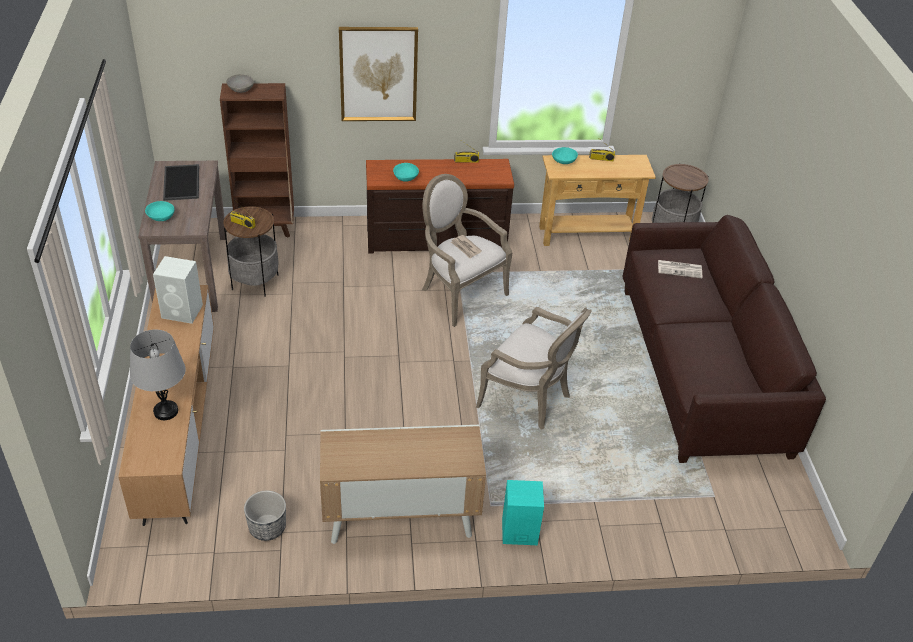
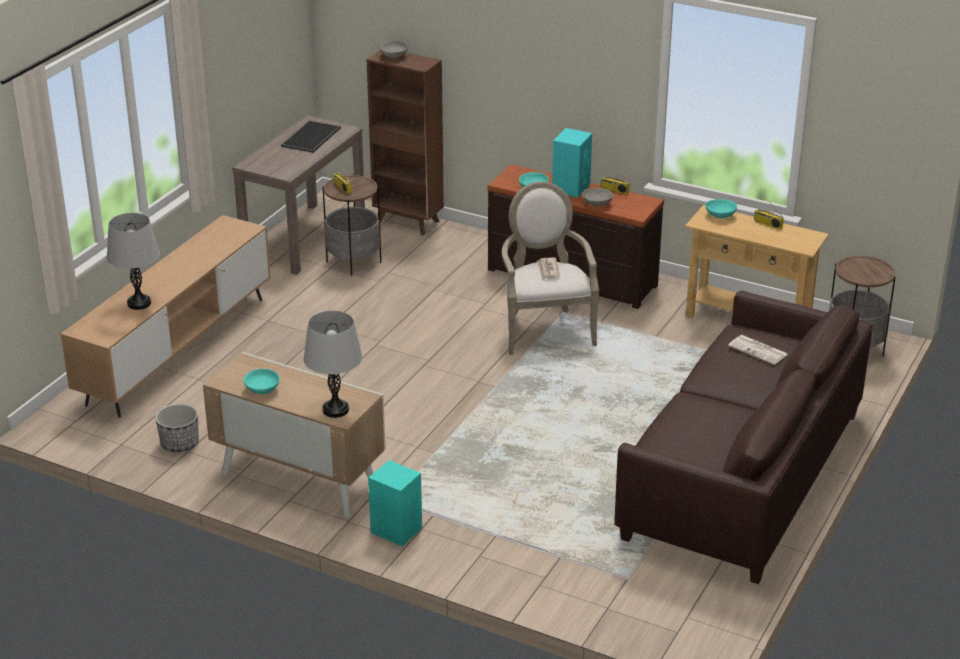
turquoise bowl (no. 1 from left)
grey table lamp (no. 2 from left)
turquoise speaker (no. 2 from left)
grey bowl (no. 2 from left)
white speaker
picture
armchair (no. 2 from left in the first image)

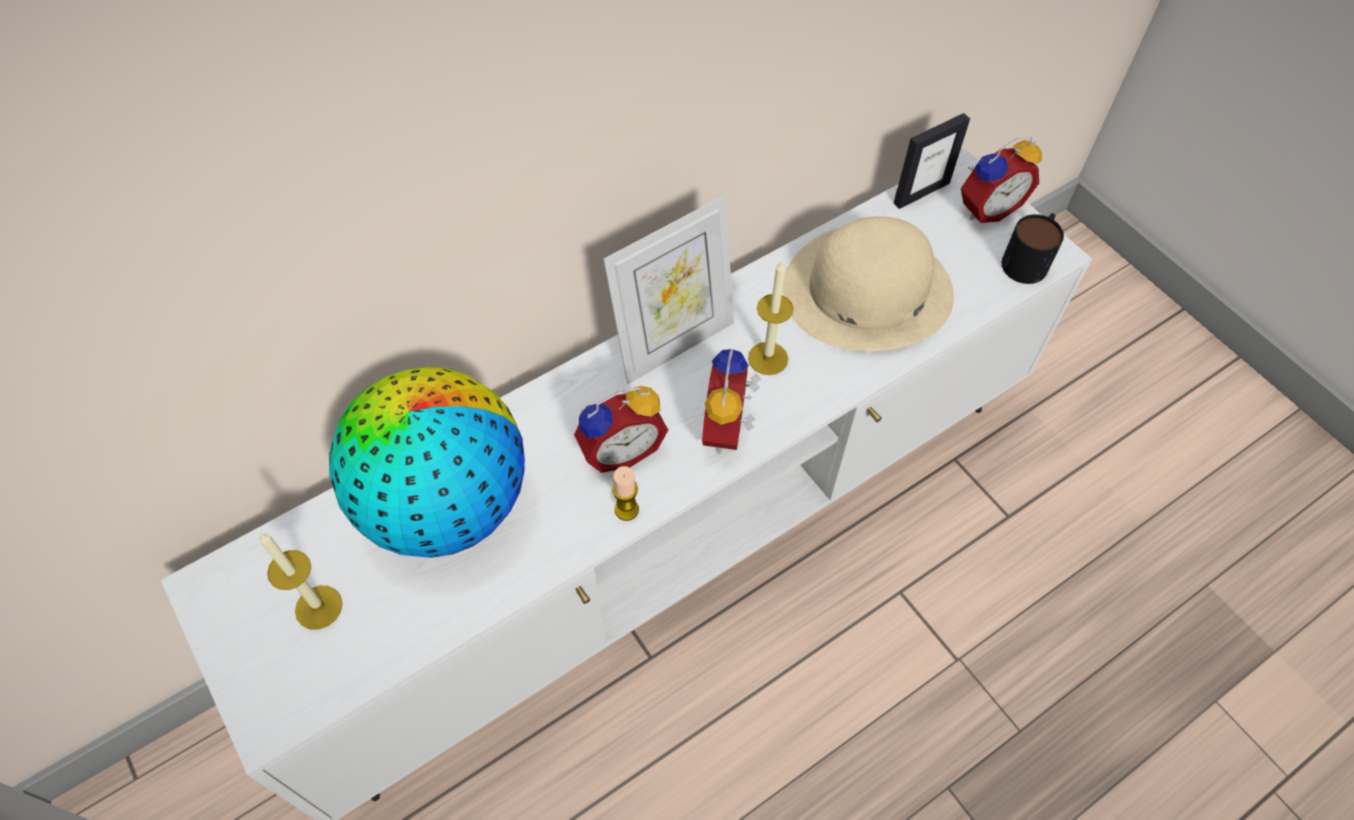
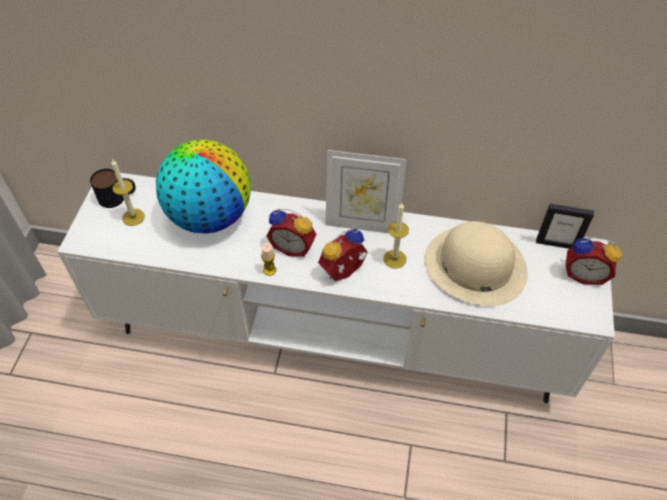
mug

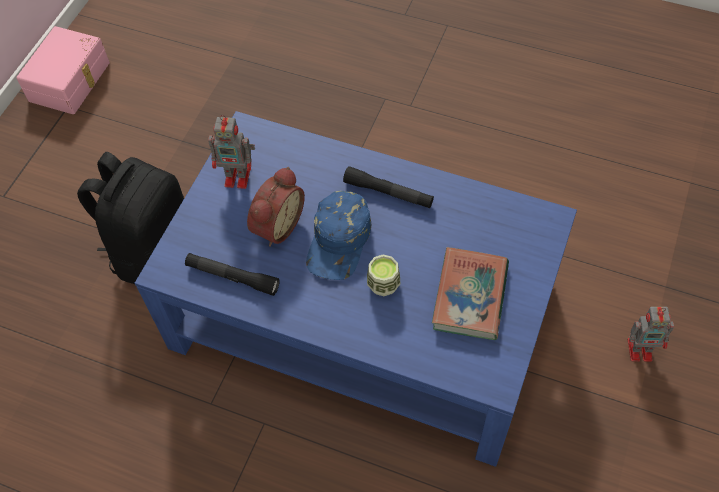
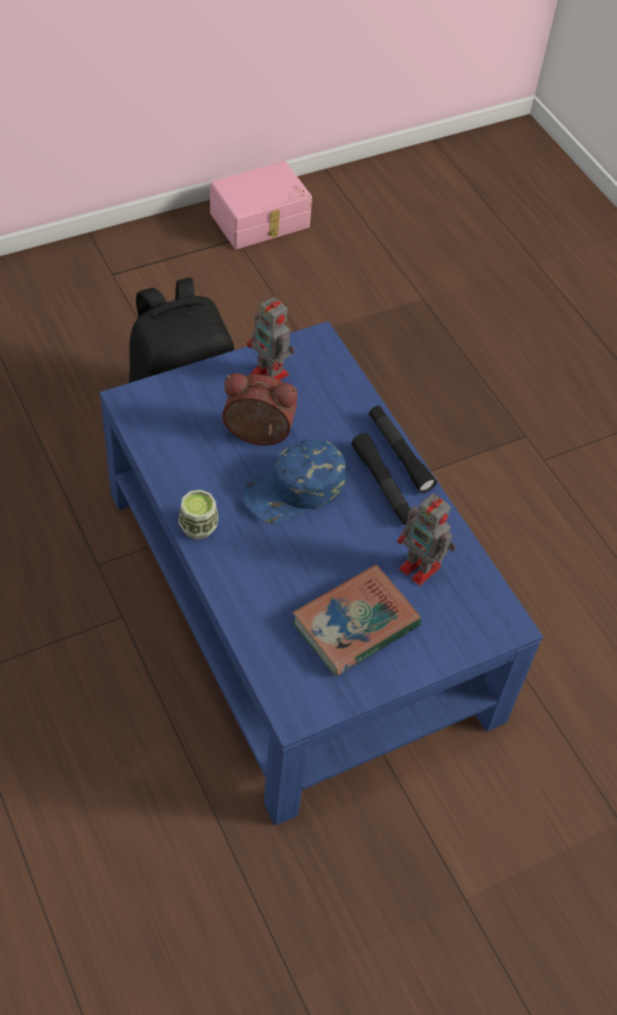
cup
alarm clock
black flashlight (no. 2 from left)
toy robot (no. 2 from left)

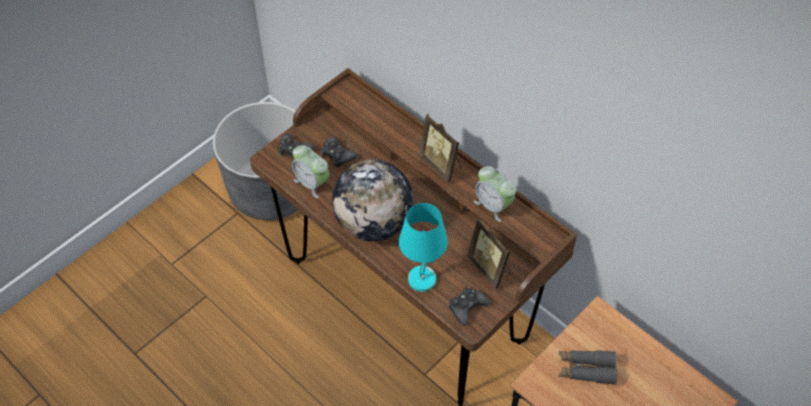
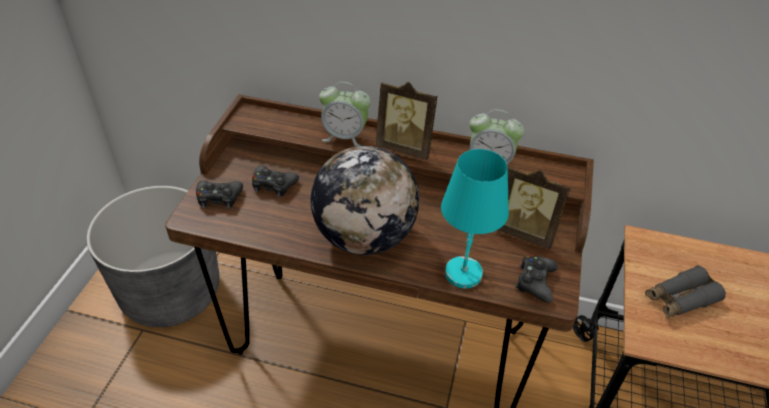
alarm clock (no. 1 from left)

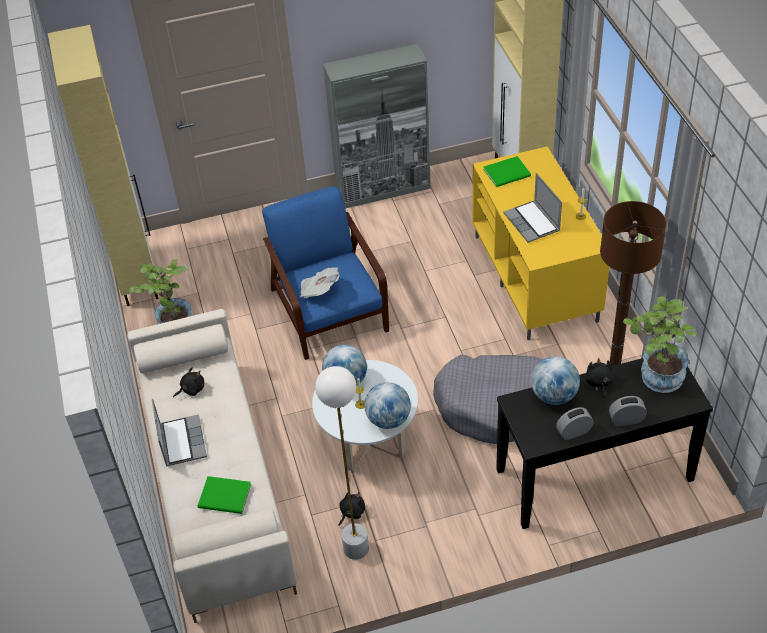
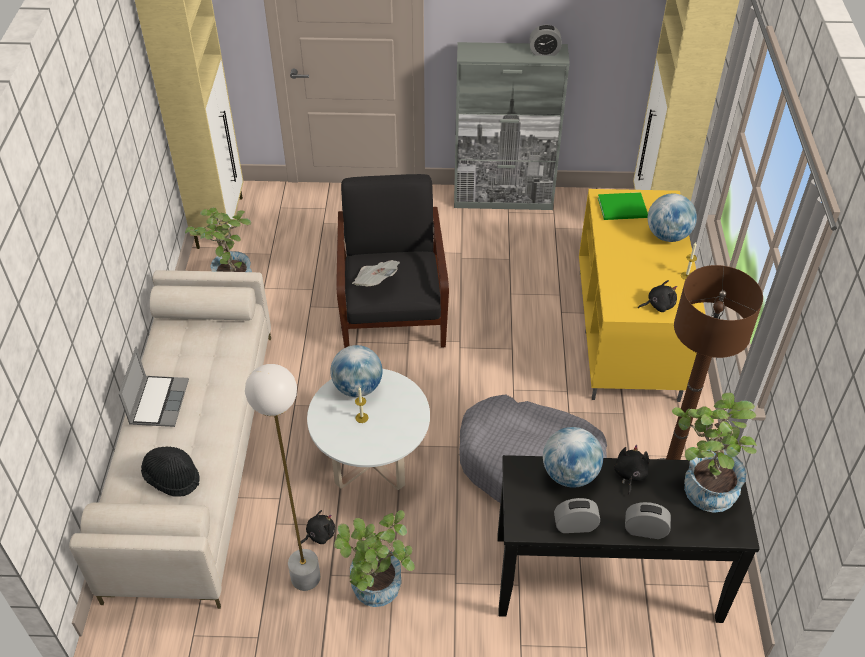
black hat
potted plant (no. 2 from left)
black armchair
alarm clock (no. 1 from left)
black plush toy (no. 3 from left)
globe (no. 3 from left)
laptop (no. 2 from left in the first image)

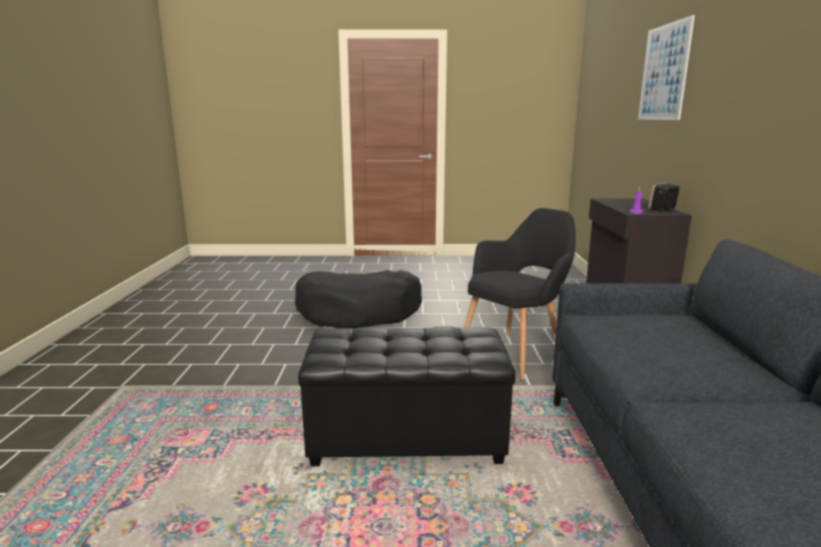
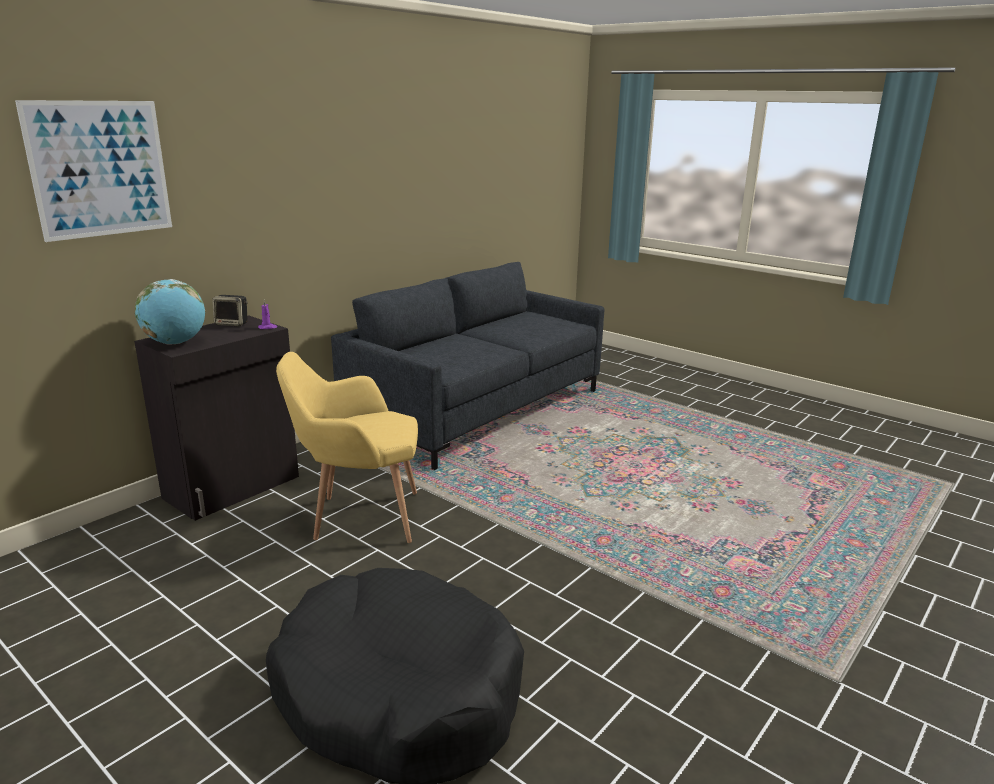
globe
yellow armchair
black ottoman

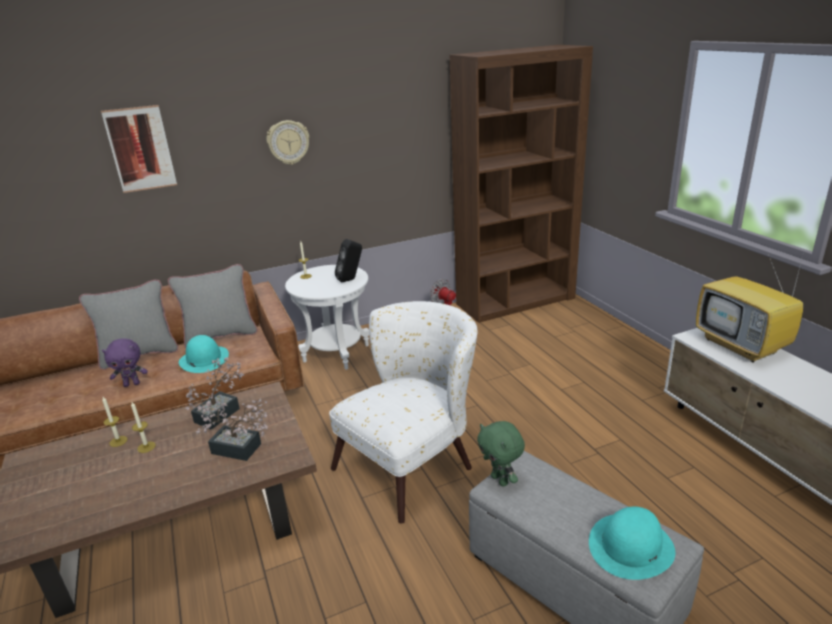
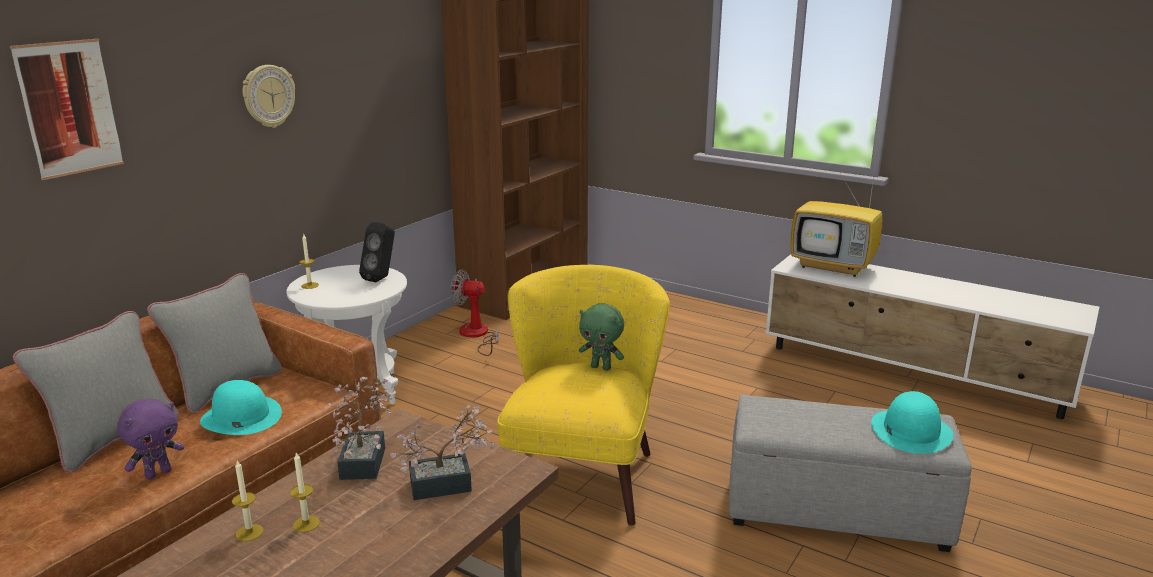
yellow armchair
green plush toy

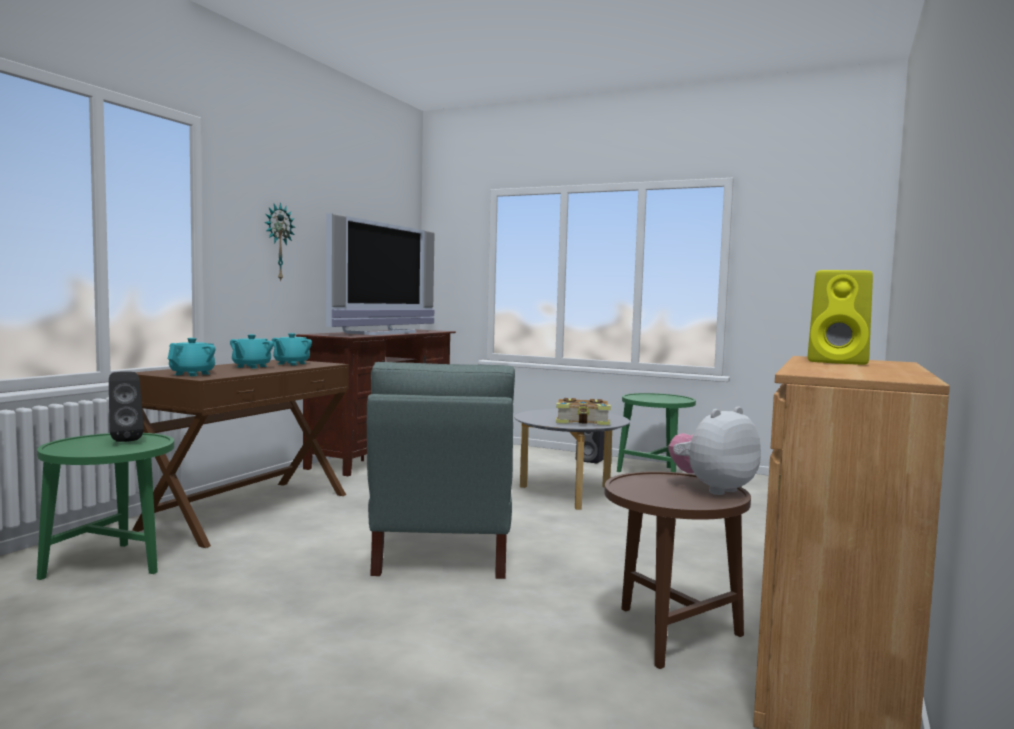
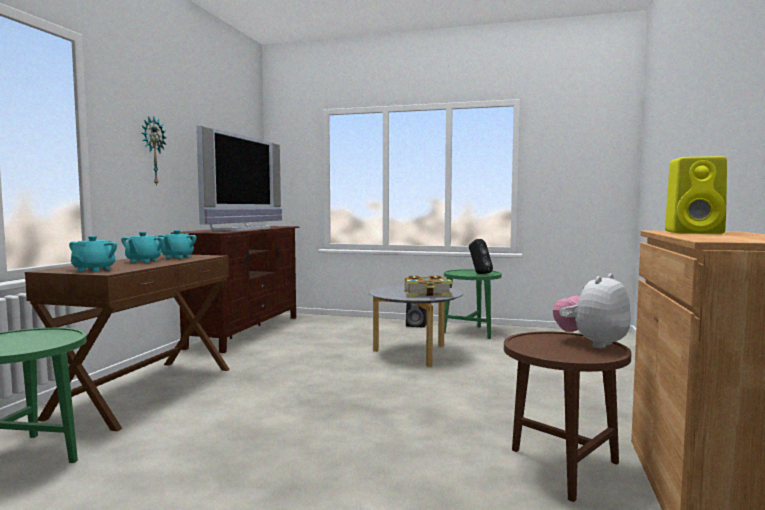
black speaker (no. 2 from left)
grey armchair

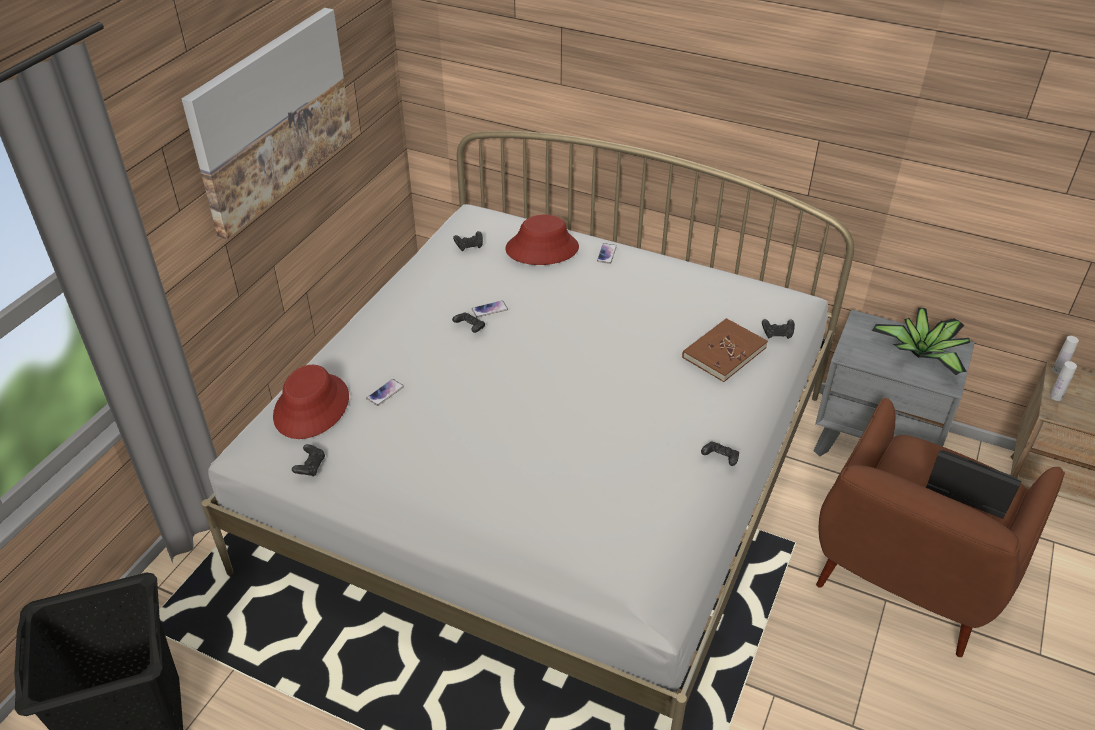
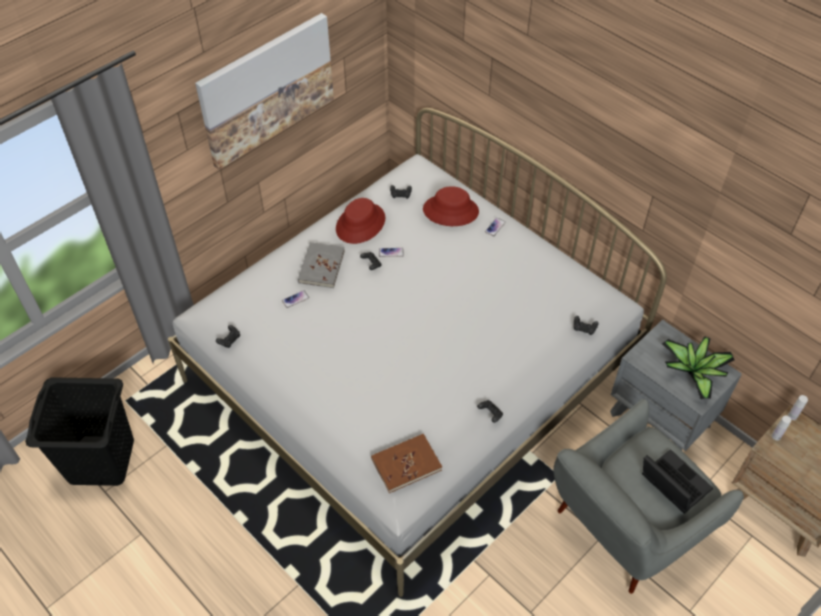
grey book
red hat (no. 1 from left)
brown book
grey armchair

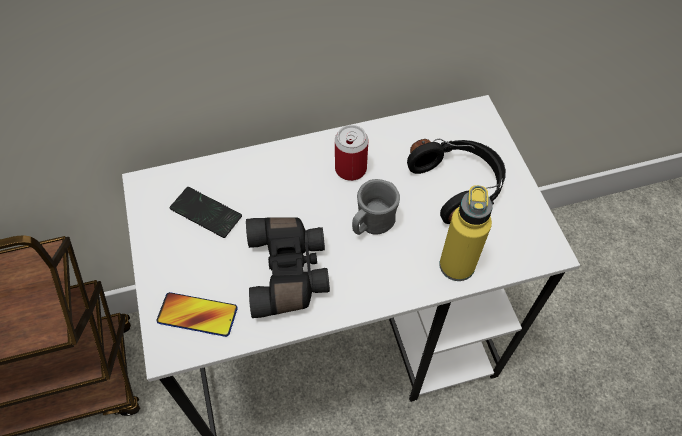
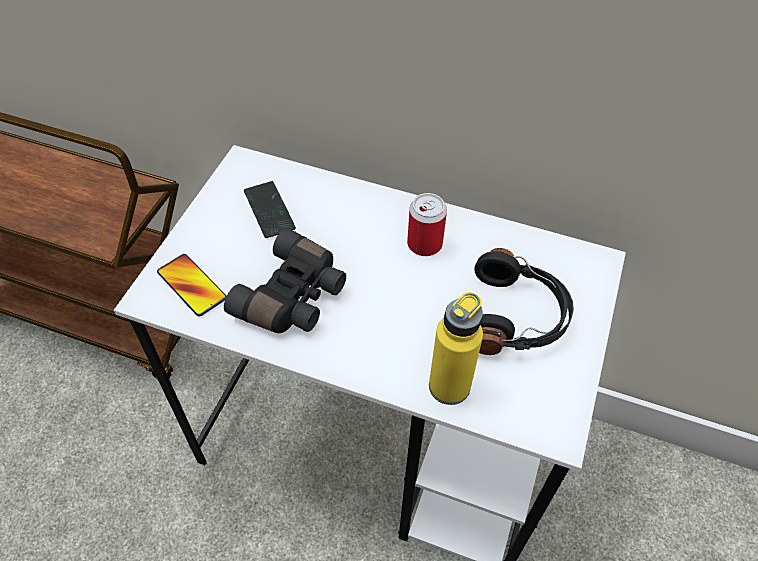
grey mug

